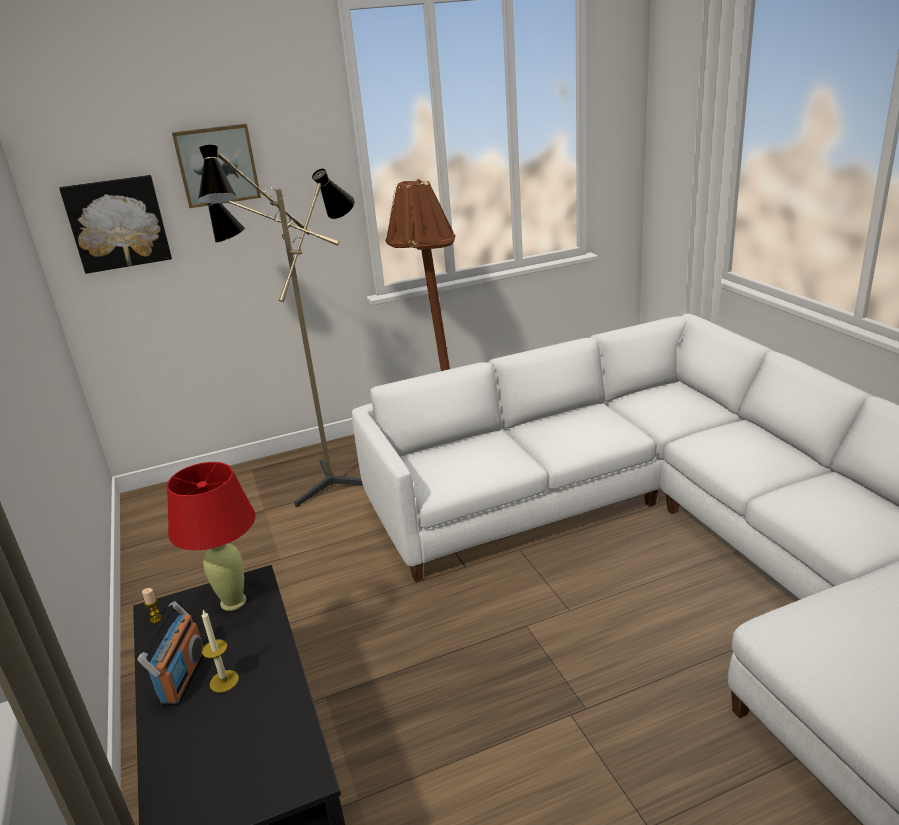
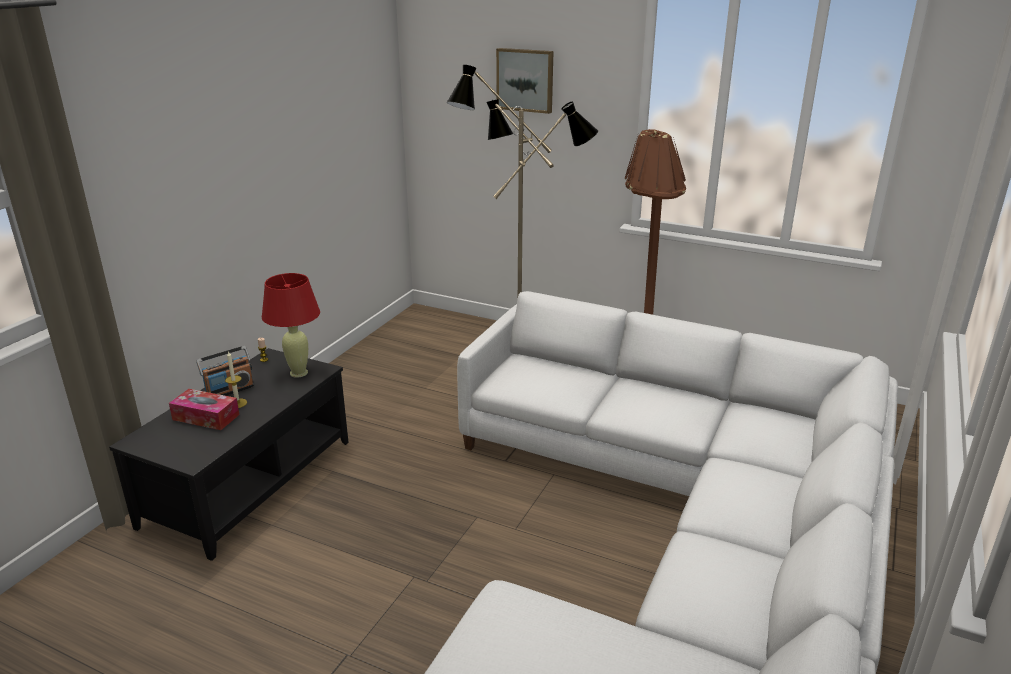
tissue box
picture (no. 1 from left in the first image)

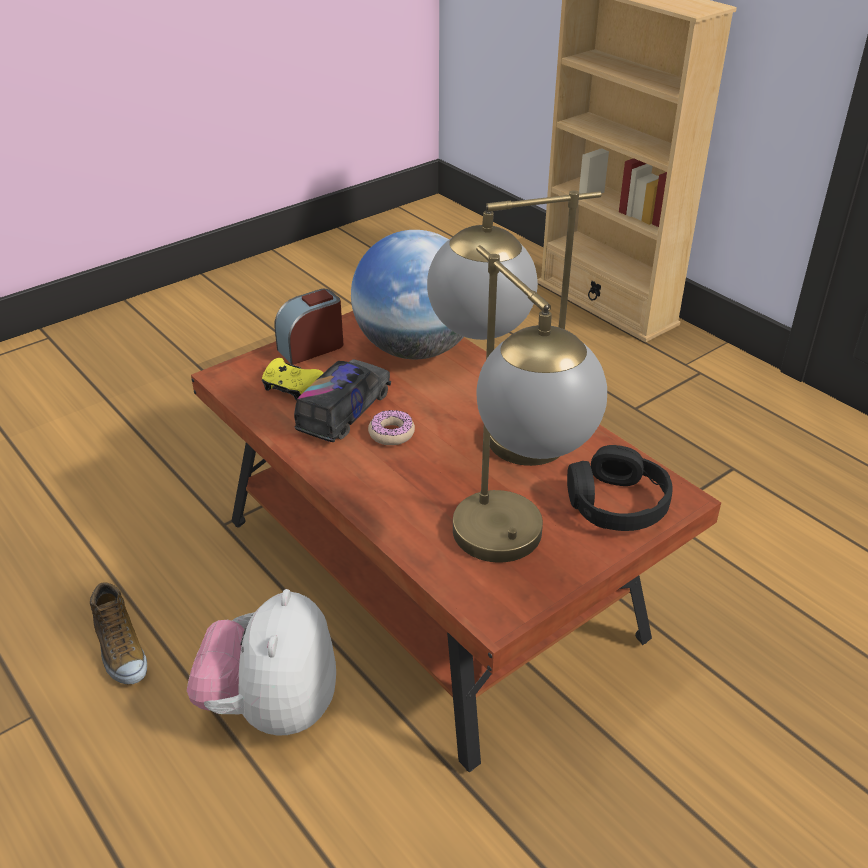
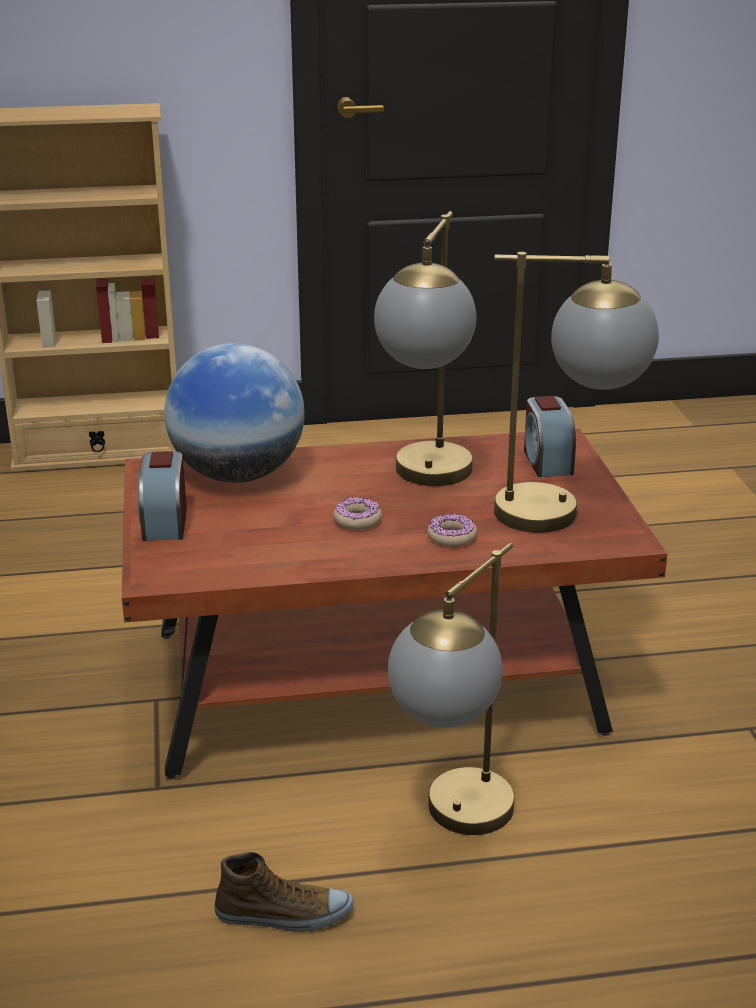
table lamp (no. 2 from left)
donut (no. 2 from left)
alarm clock (no. 2 from left)
yellow game controller
toy truck

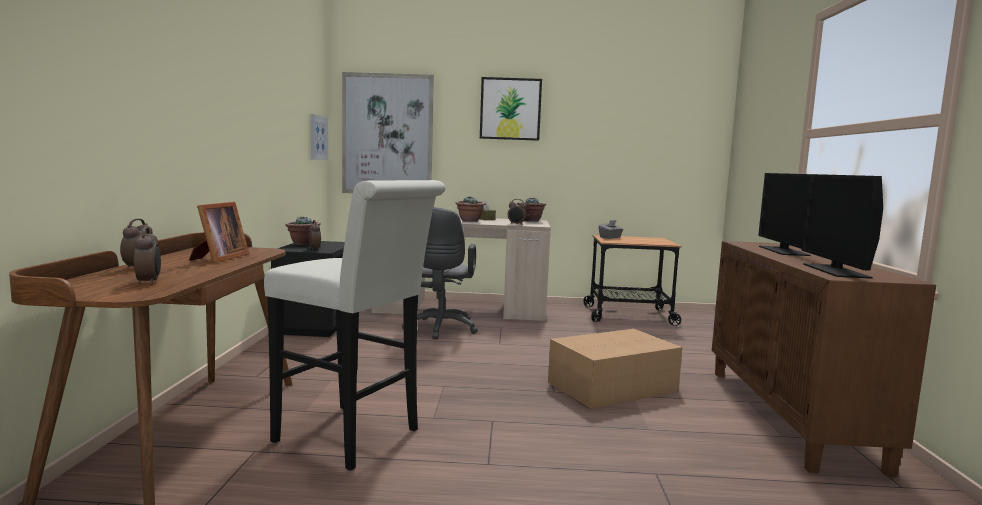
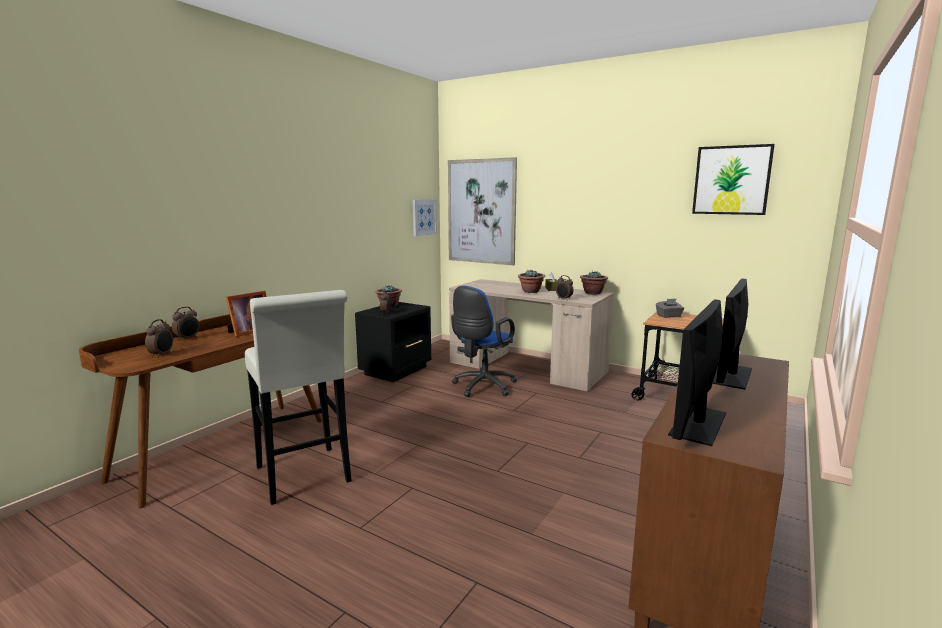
blue office chair
picture (no. 3 from left)
cardboard box

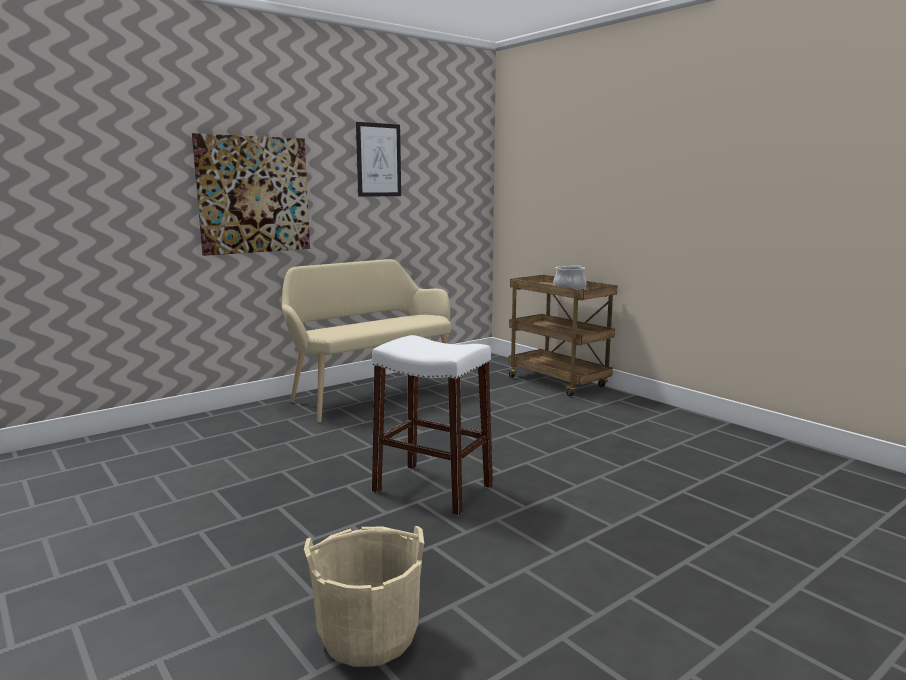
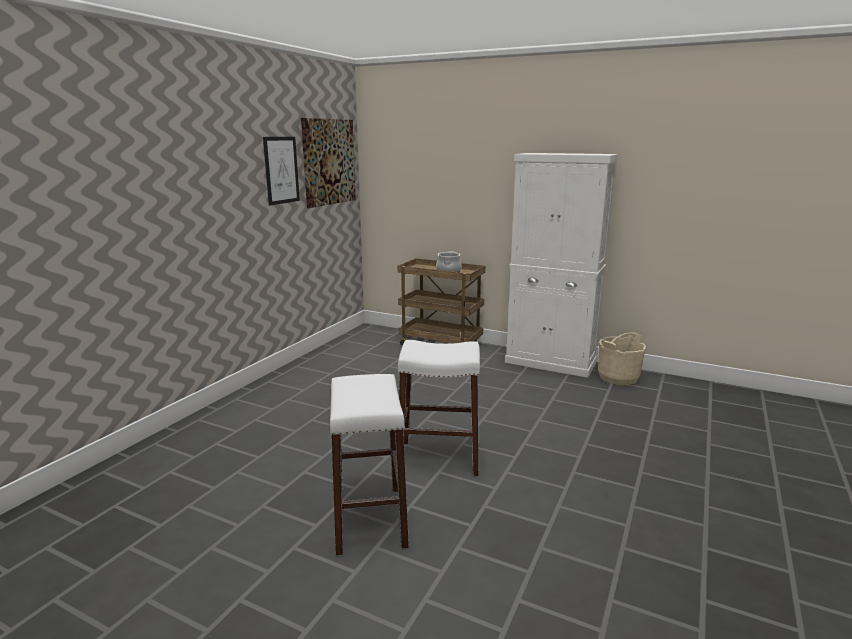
picture (no. 2 from left)
white stool (no. 1 from left)
white cabinet
beige bucket
beige bench

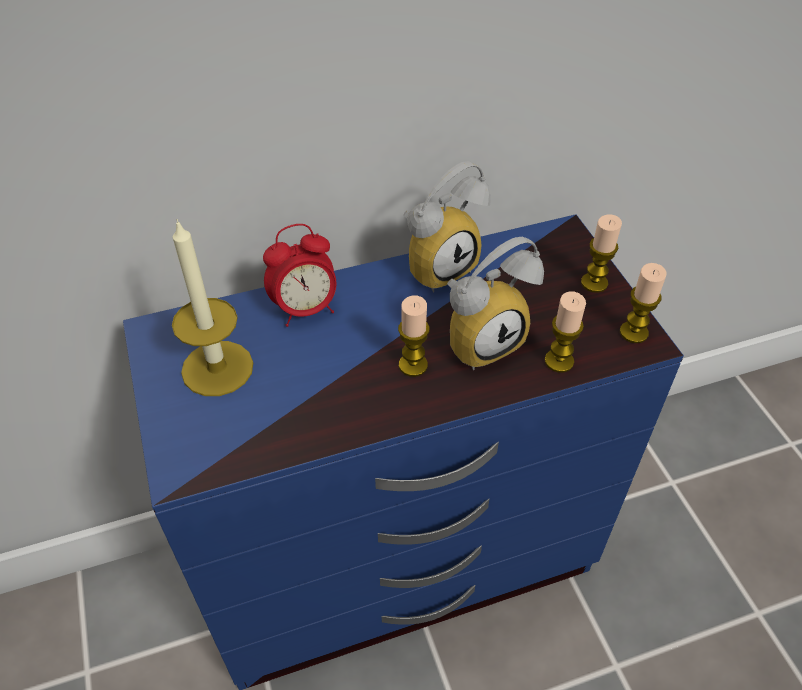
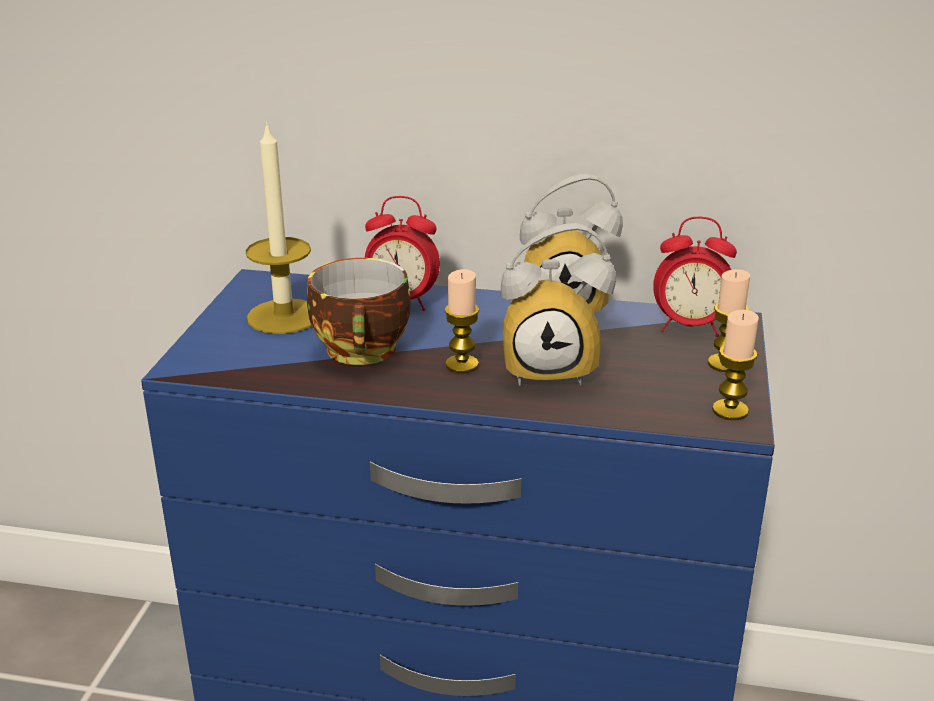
cup
alarm clock (no. 4 from left)
candle (no. 3 from left in the first image)

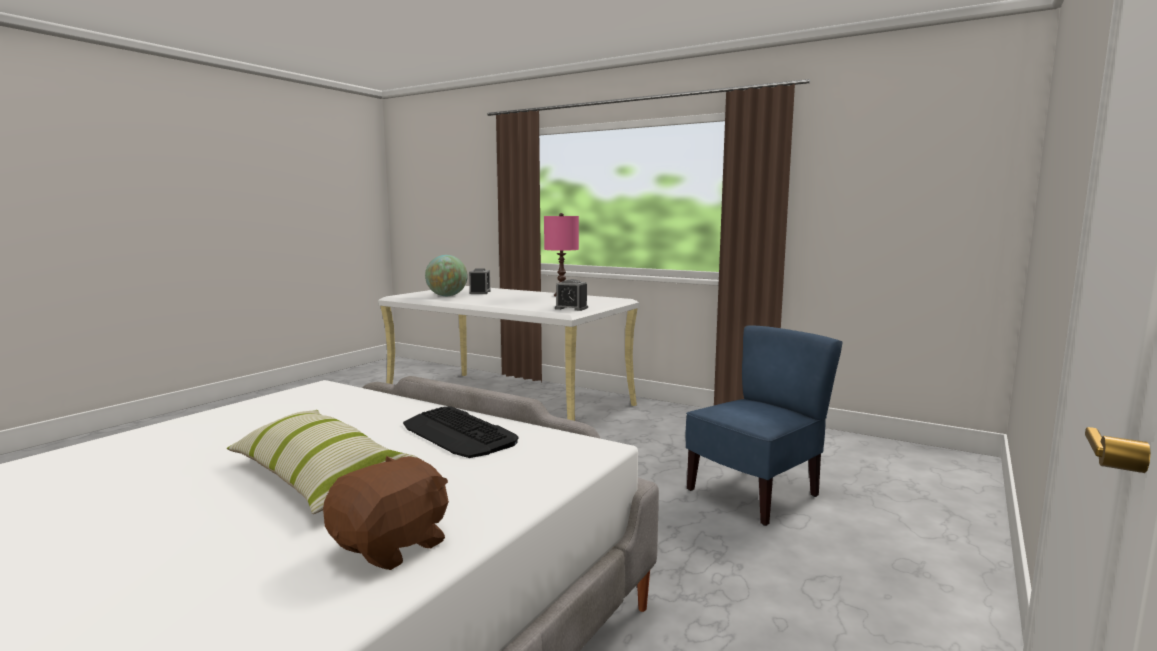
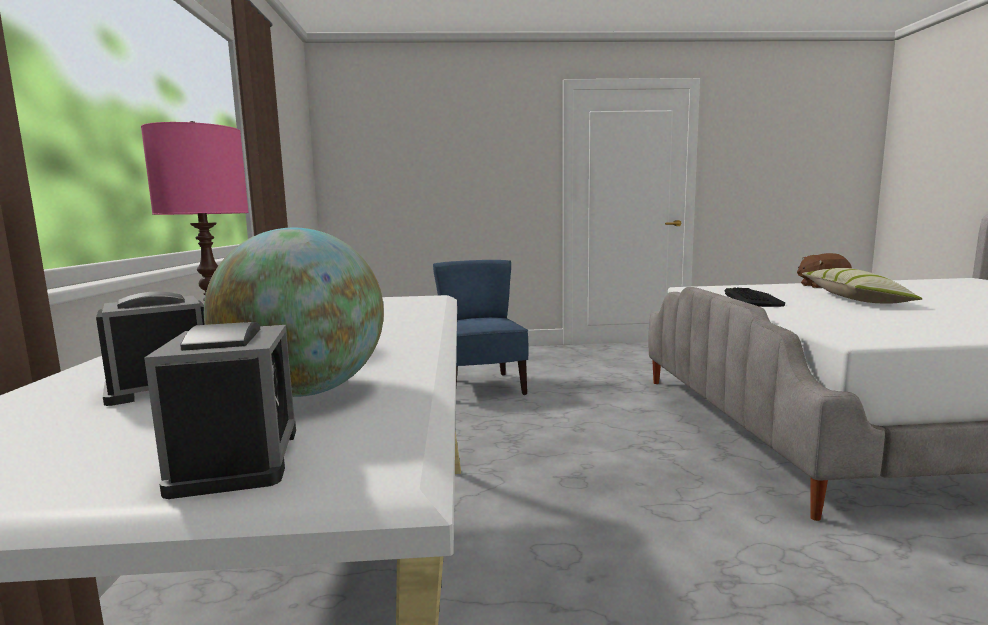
alarm clock (no. 2 from left)
blue chair

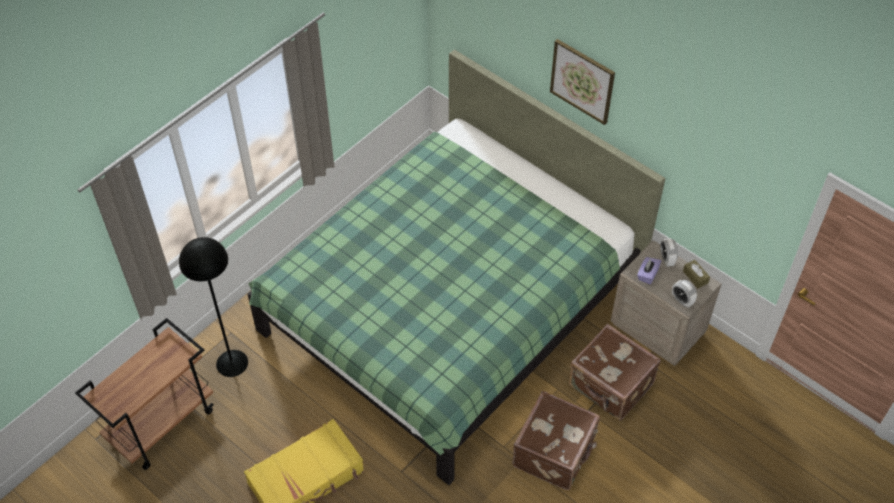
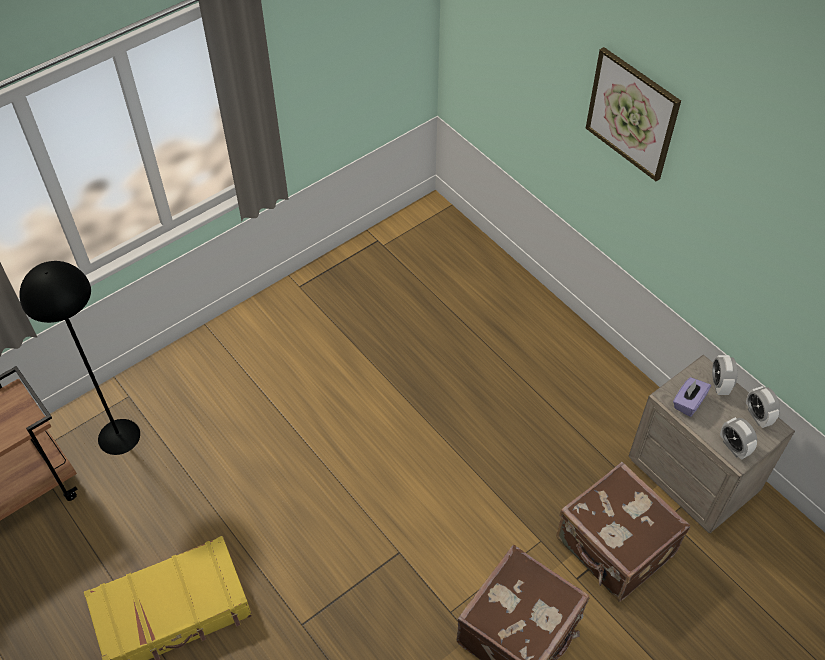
alarm clock (no. 3 from left)
green bed

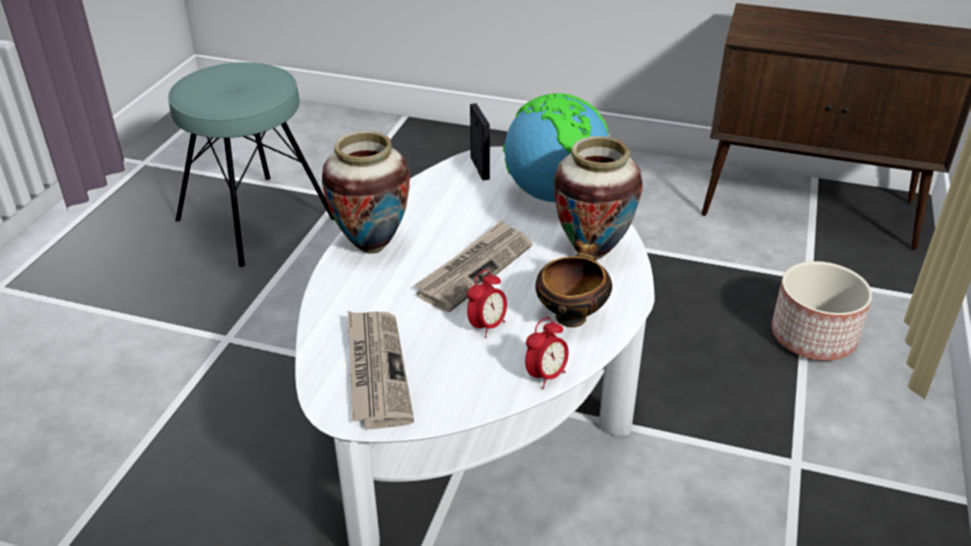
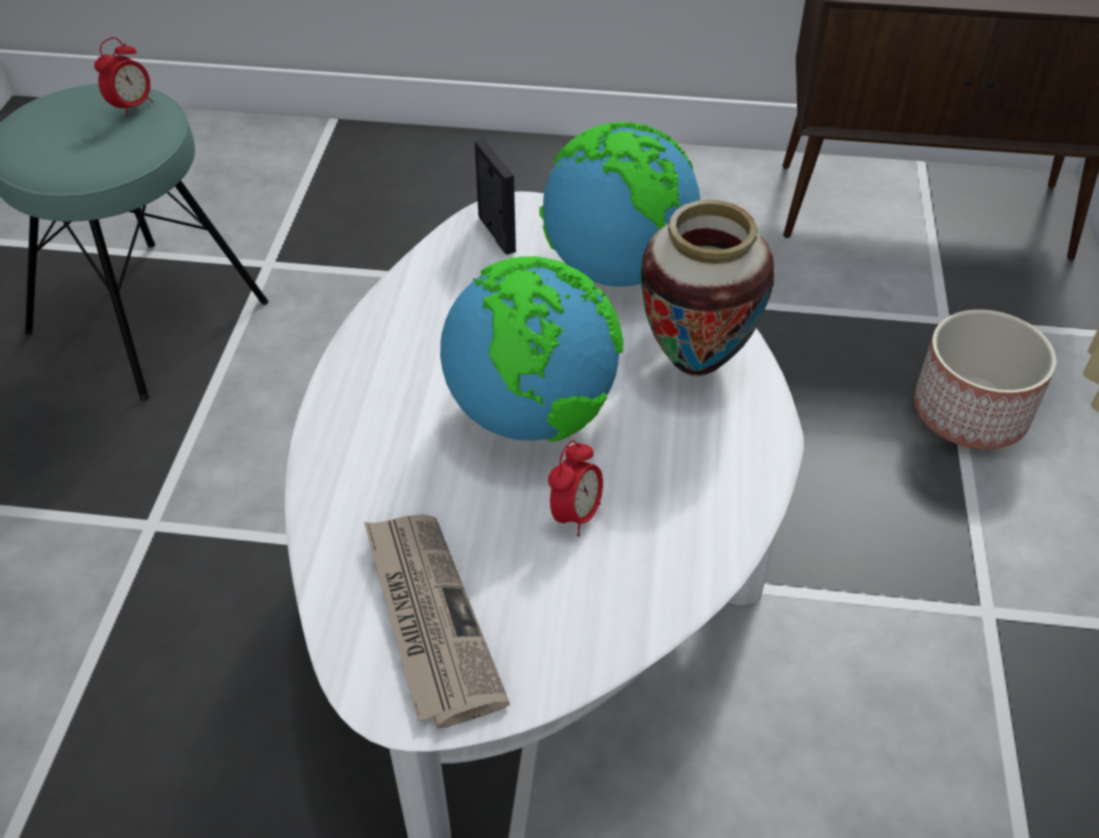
alarm clock (no. 1 from left)
globe (no. 1 from left)
vase (no. 1 from left in the first image)
bowl

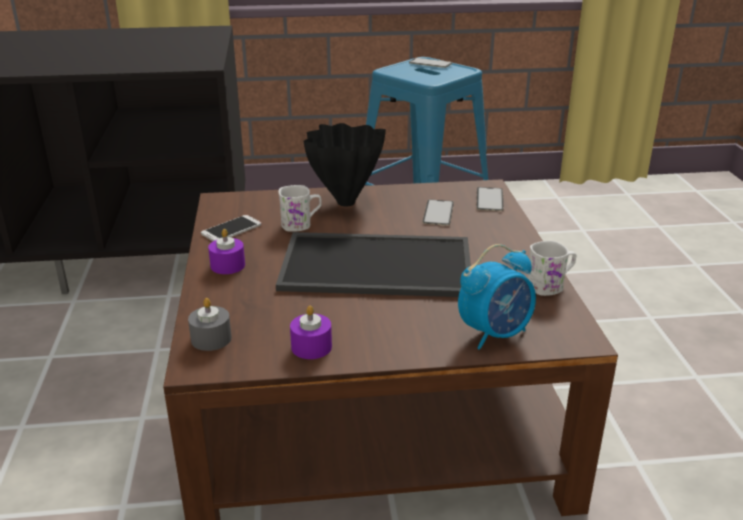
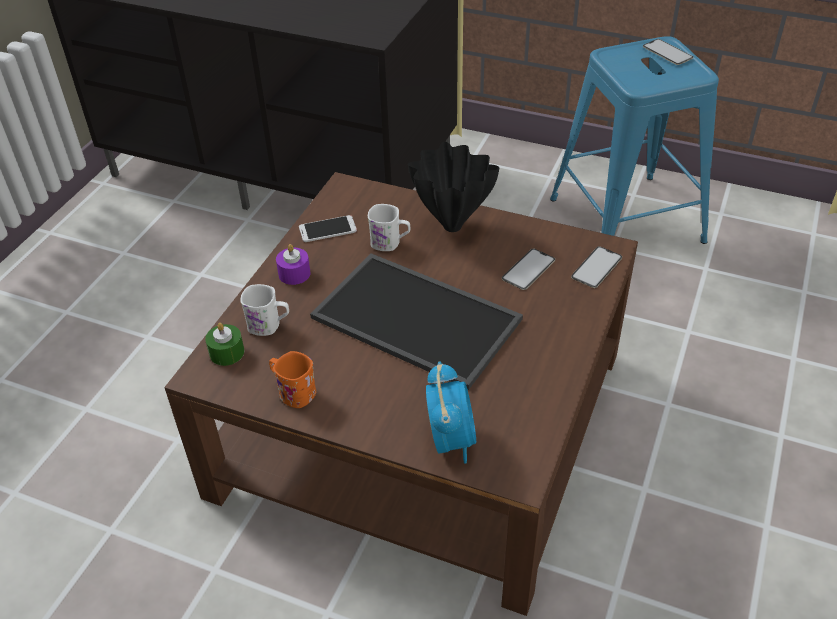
green candle
white mug (no. 1 from left)
orange mug
alarm clock

